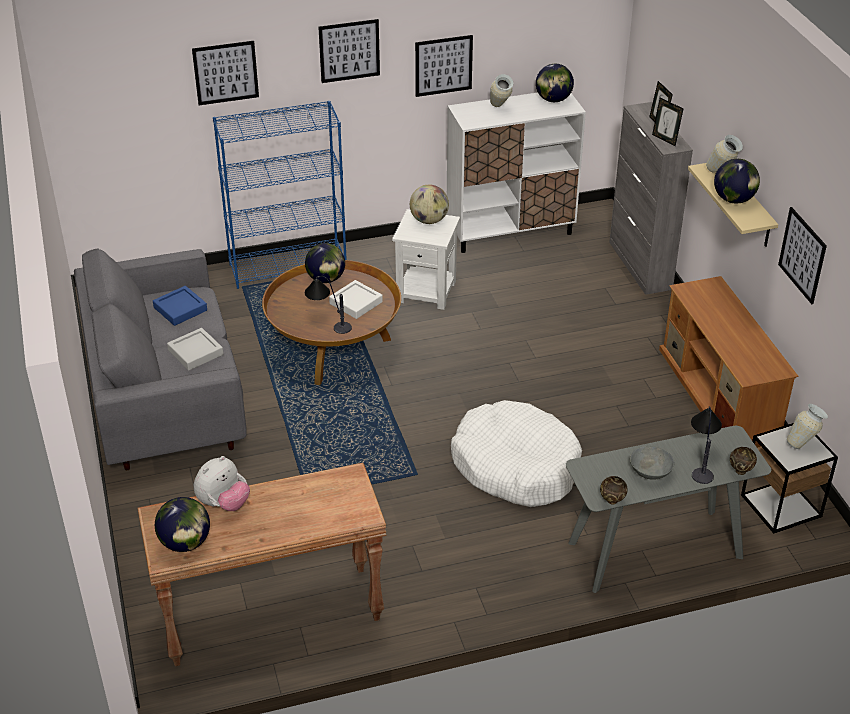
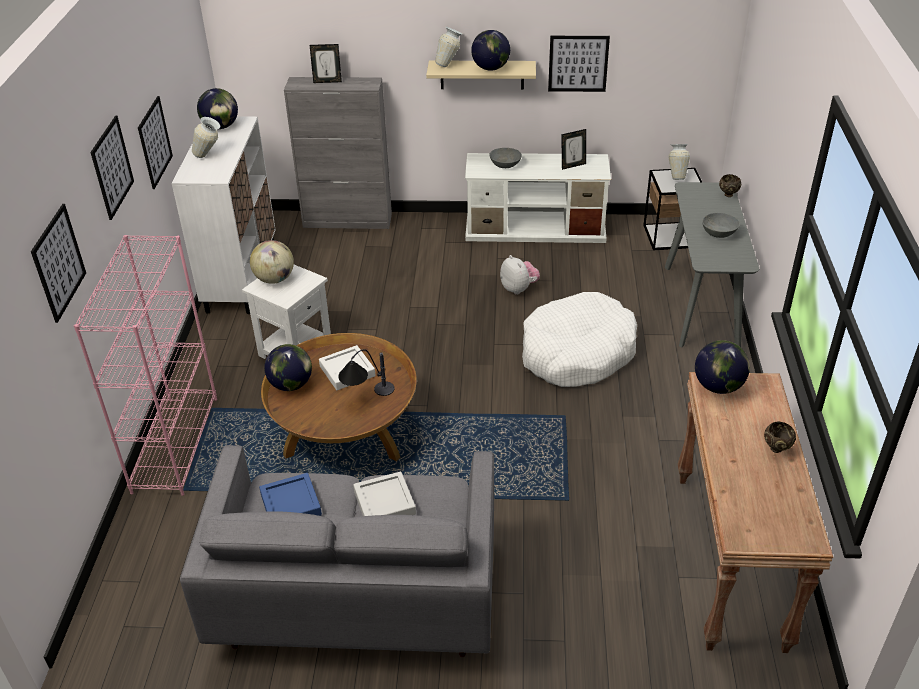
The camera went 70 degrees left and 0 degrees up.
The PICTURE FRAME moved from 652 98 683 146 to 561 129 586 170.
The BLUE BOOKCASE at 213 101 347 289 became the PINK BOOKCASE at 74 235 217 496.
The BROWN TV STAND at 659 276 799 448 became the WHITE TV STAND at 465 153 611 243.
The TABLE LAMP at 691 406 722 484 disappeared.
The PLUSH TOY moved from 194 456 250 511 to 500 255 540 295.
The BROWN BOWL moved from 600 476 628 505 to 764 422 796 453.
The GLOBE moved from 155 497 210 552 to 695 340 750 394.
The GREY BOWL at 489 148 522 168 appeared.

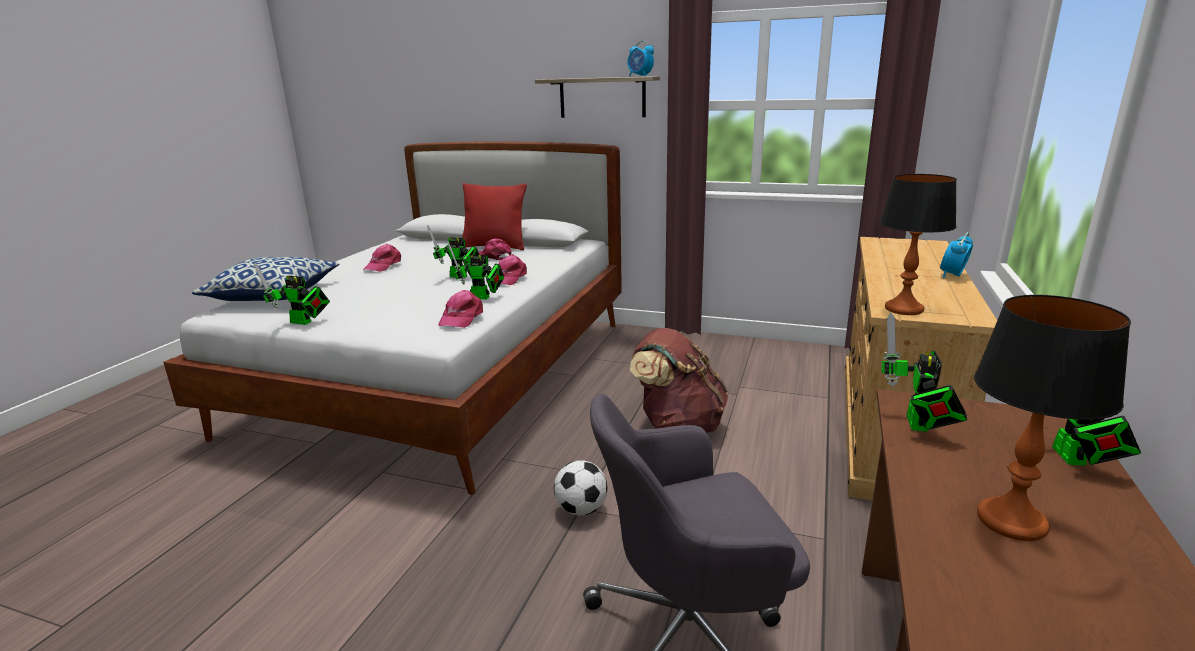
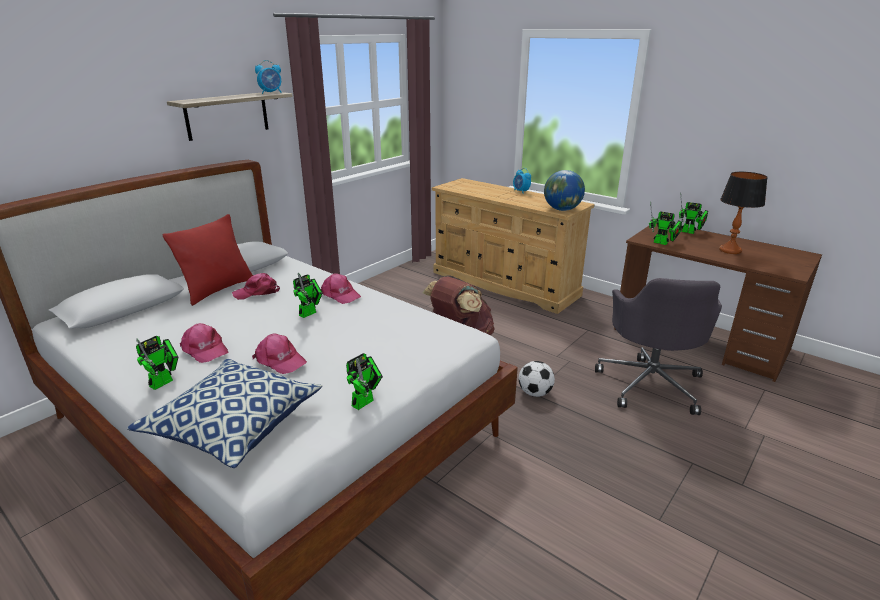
The camera went 70 degrees left and 5 degrees up.
The TABLE LAMP at 880 174 957 315 was replaced by the GLOBE at 544 170 585 211.
The TOY ROBOT moved from 448 242 504 300 to 136 336 179 390.
The PINK CAP moved from 438 290 483 328 to 252 334 307 374.

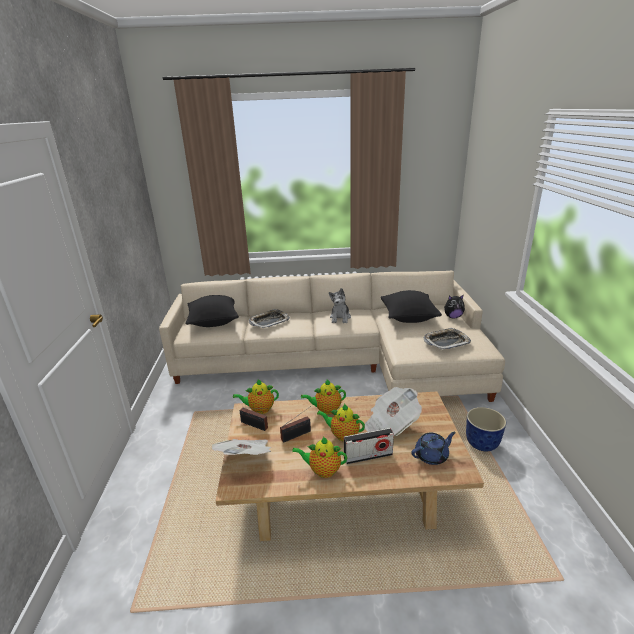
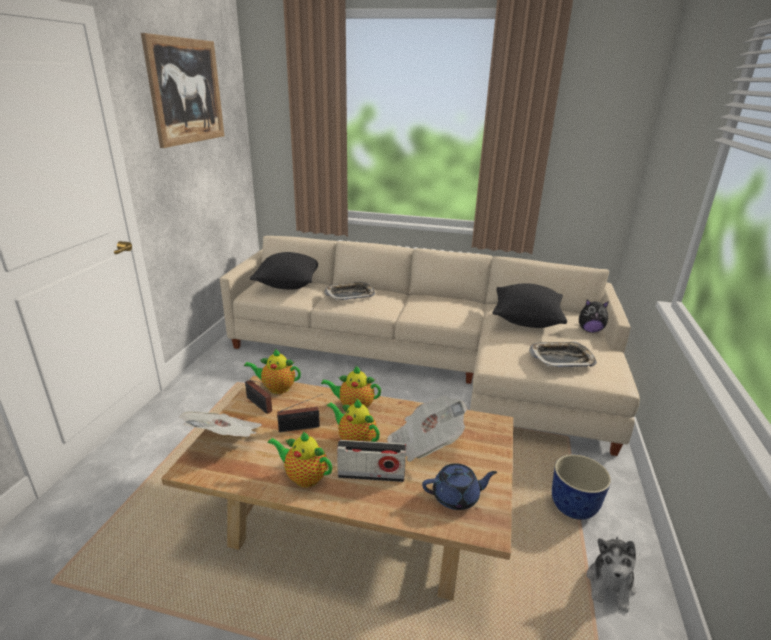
The camera went 15 degrees right and 0 degrees up.
The PLUSH TOY moved from 329 288 351 323 to 586 536 636 613.
The PICTURE at 141 33 224 148 appeared.

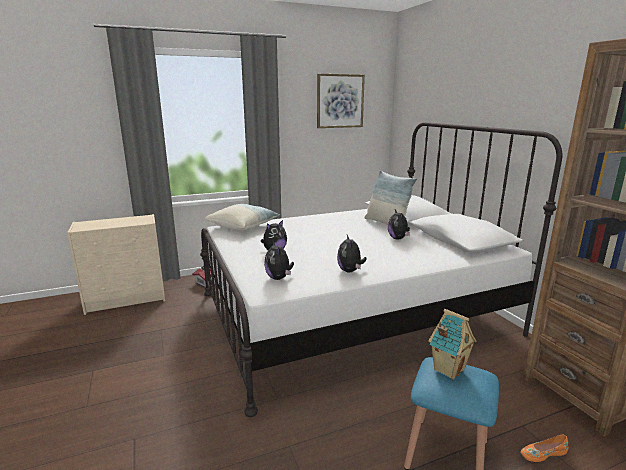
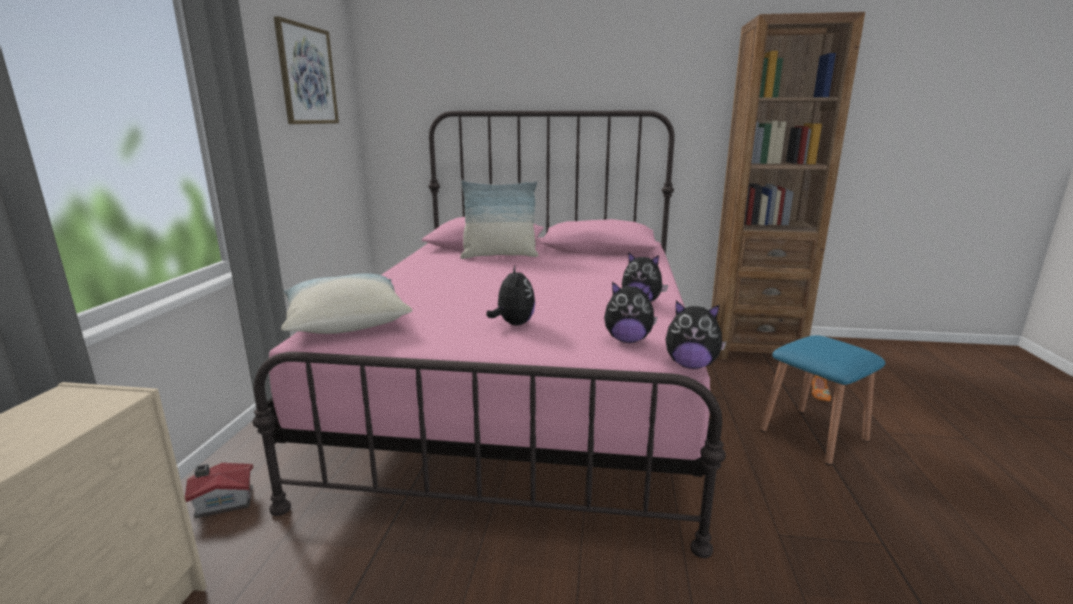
The camera went 60 degrees left and 0 degrees up.
The WHITE BED at 200 122 562 417 became the PINK BED at 252 111 726 558.
The PLUSH TOY moved from 388 209 410 240 to 665 301 727 369.
The TOY HOUSE at 428 309 477 380 disappeared.

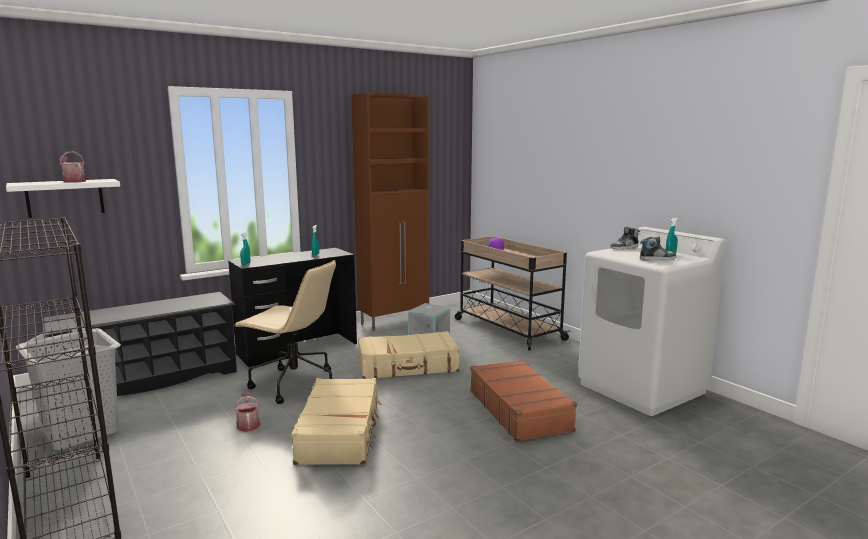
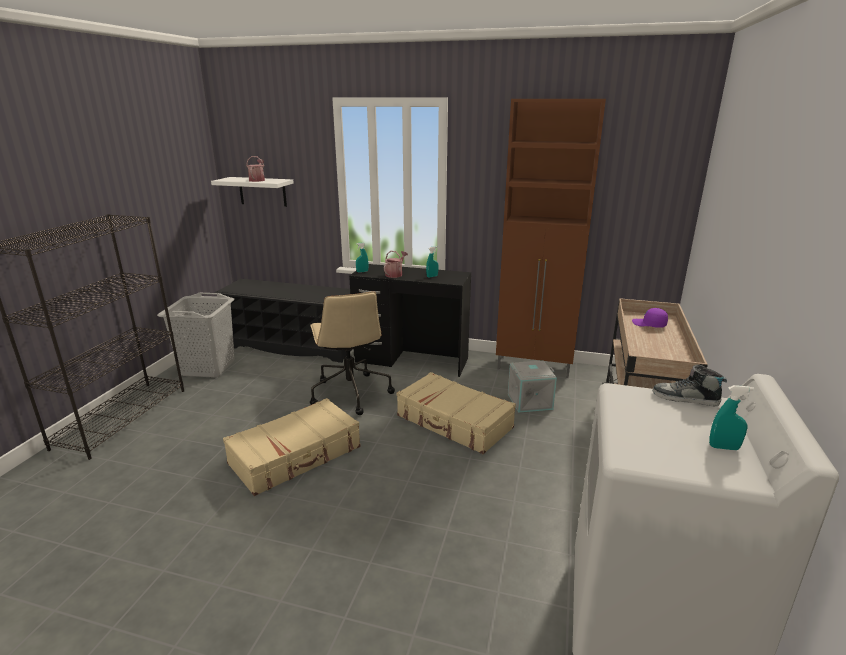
The camera went 50 degrees right and 10 degrees up.
The SHOE at 640 237 676 261 disappeared.
The BROWN SUITCASE at 470 359 577 442 disappeared.
The WATERING CAN moved from 234 392 260 432 to 384 251 408 278.

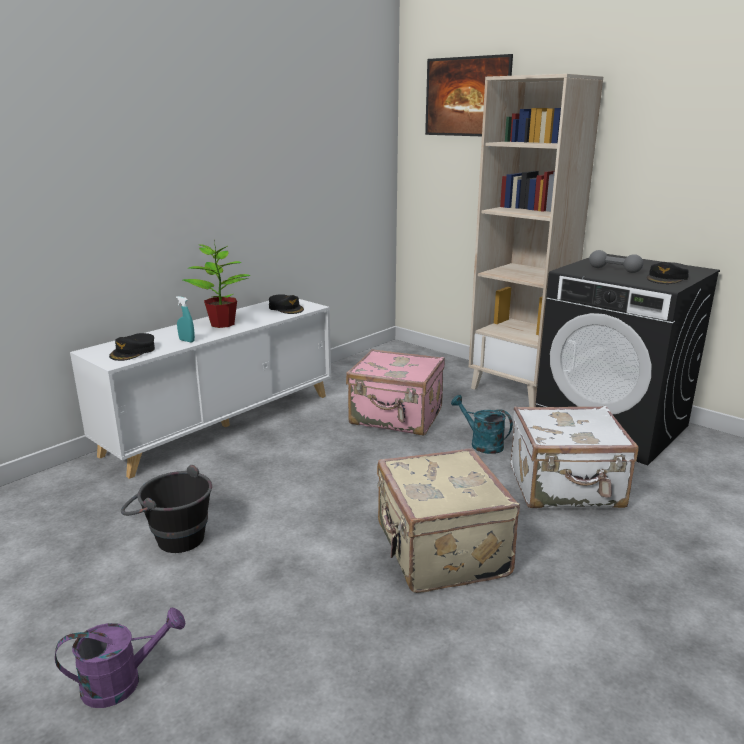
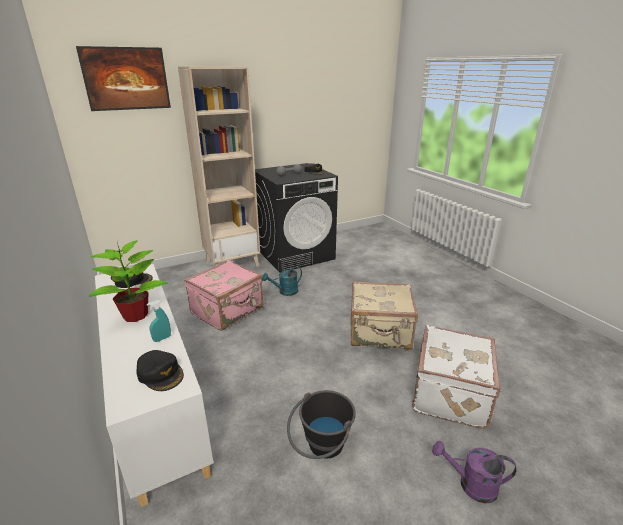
The camera went 70 degrees left and 5 degrees up.
The WHITE SUITCASE moved from 511 405 639 508 to 412 325 501 429.
The PURPLE WATERING CAN at 55 608 185 708 turned 75 degrees counterclockwise.

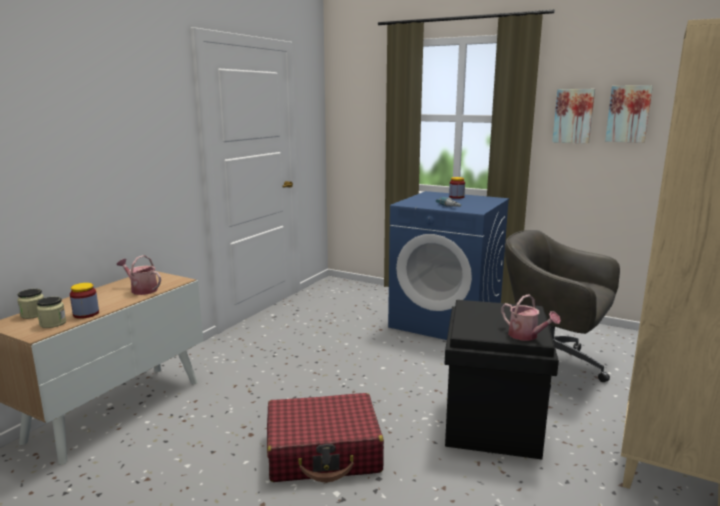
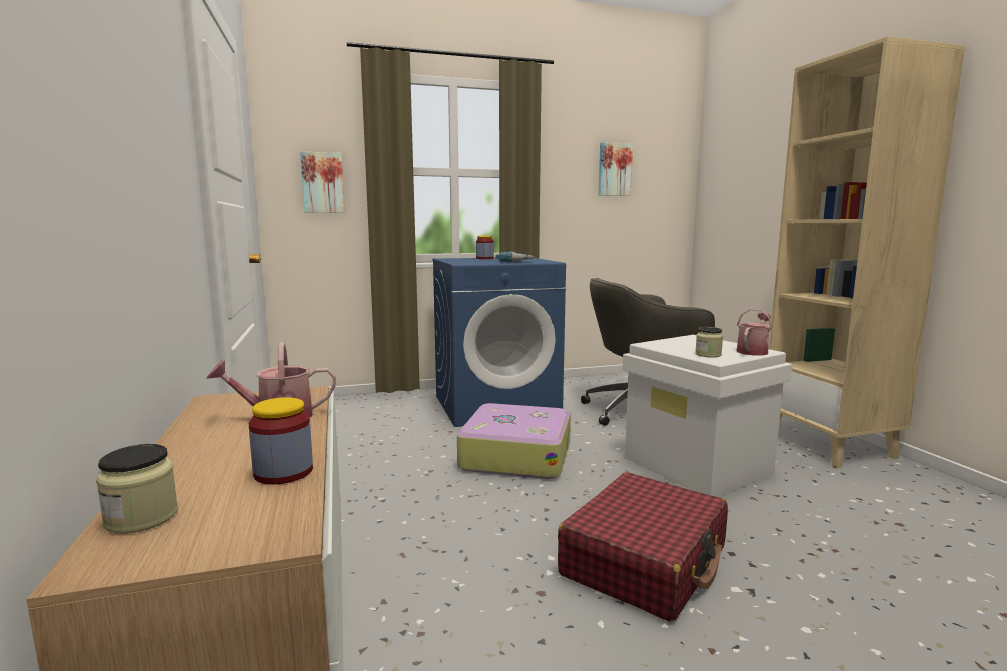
The camera went 45 degrees left and 5 degrees down.
The PICTURE moved from 552 89 595 144 to 300 151 345 213.
The WATERING CAN at 501 294 561 341 turned 60 degrees counterclockwise.
The JAR moved from 37 297 66 328 to 695 327 723 358.
The BLACK STORAGE BOX at 445 300 559 459 became the WHITE STORAGE BOX at 622 335 792 497.
The SUITCASE at 457 403 571 479 appeared.

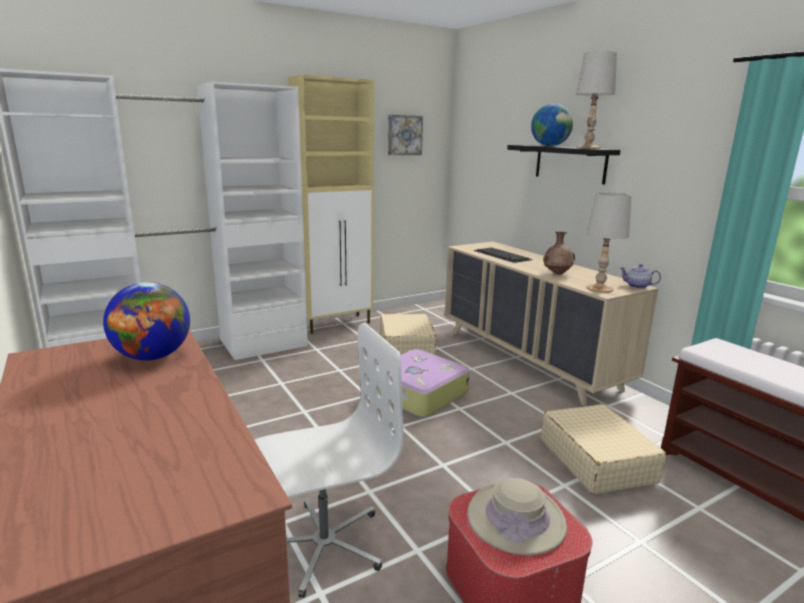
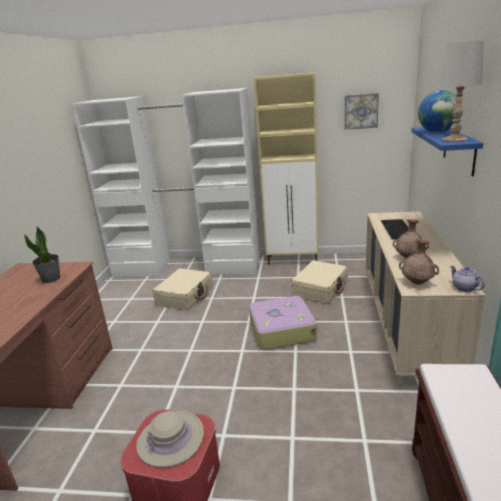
The camera went 40 degrees right and 5 degrees up.
The BLACK SHELF at 507 145 621 184 became the BLUE SHELF at 411 127 483 176.
The WHITE TABLE LAMP at 586 192 632 293 was replaced by the BROWN VASE at 399 239 439 285.
The GLOBE at 103 282 190 361 was replaced by the POTTED PLANT at 24 226 60 283.
The WHITE OFFICE CHAIR at 255 323 403 598 disappeared.
The BEIGE SUITCASE moved from 541 404 666 494 to 153 268 213 311.

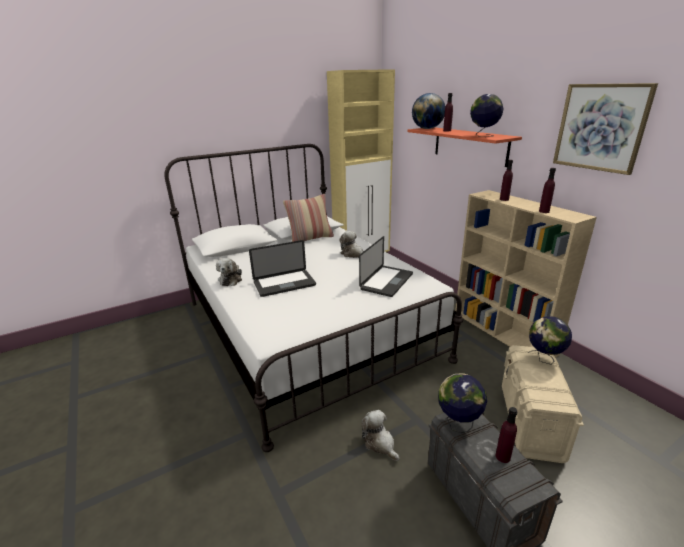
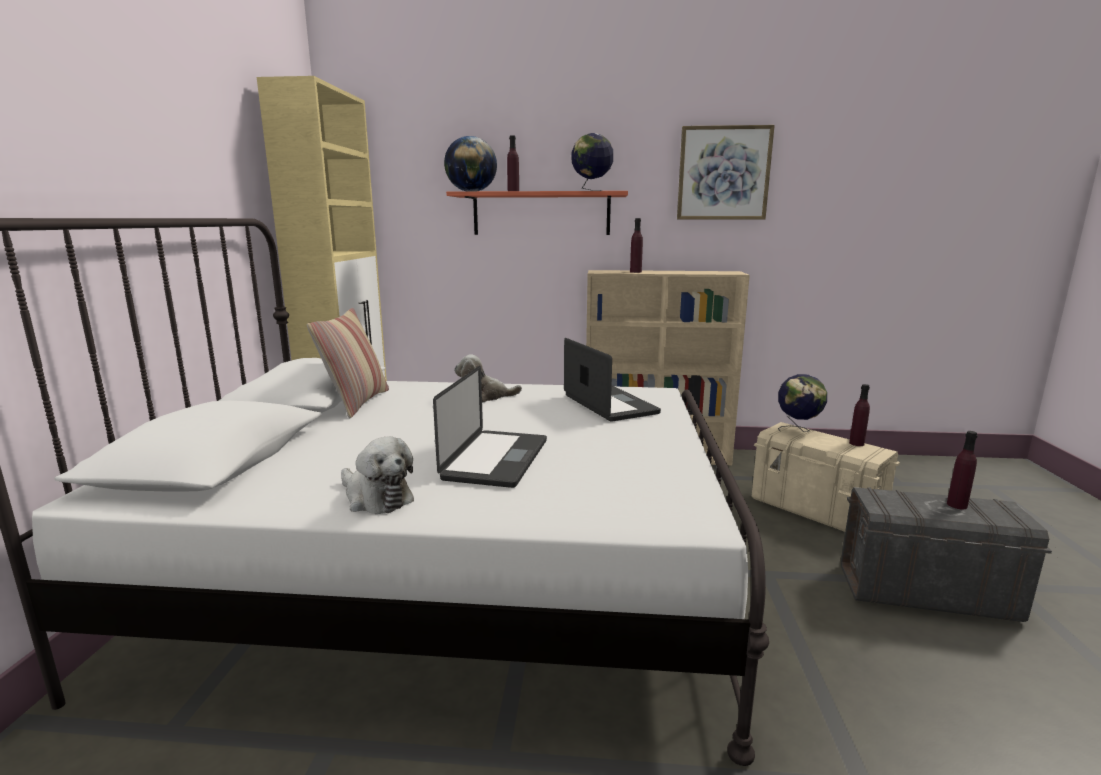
The camera went 55 degrees left and 10 degrees down.
The PURPLE BOTTLE moved from 539 168 556 213 to 849 384 870 446.
The GLOBE at 438 373 487 433 disappeared.
The PLUSH TOY at 361 410 400 461 disappeared.

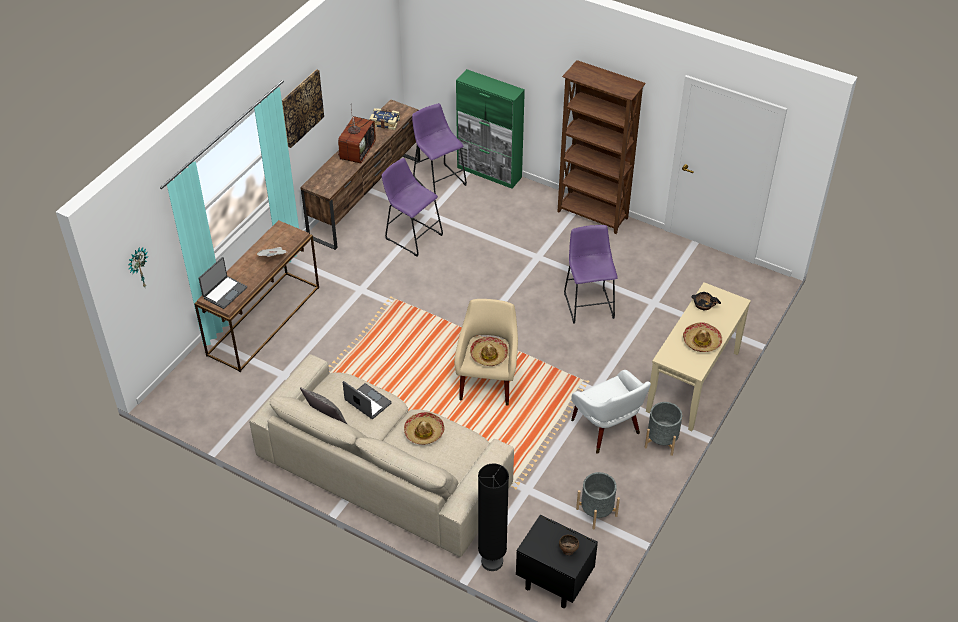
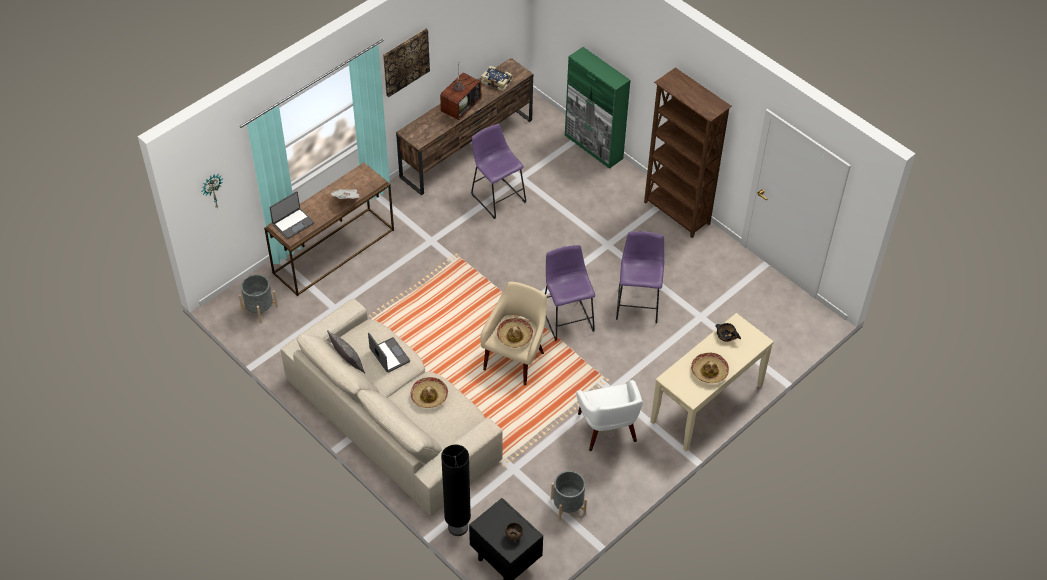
The camera went 15 degrees right and 5 degrees up.
The PURPLE STOOL moved from 412 103 467 194 to 545 245 595 341.
The GREY PLANTER moved from 645 402 682 456 to 239 274 278 323.

